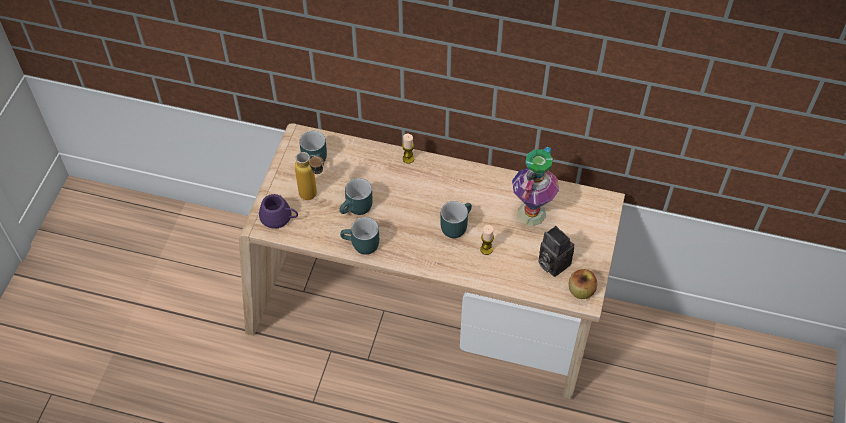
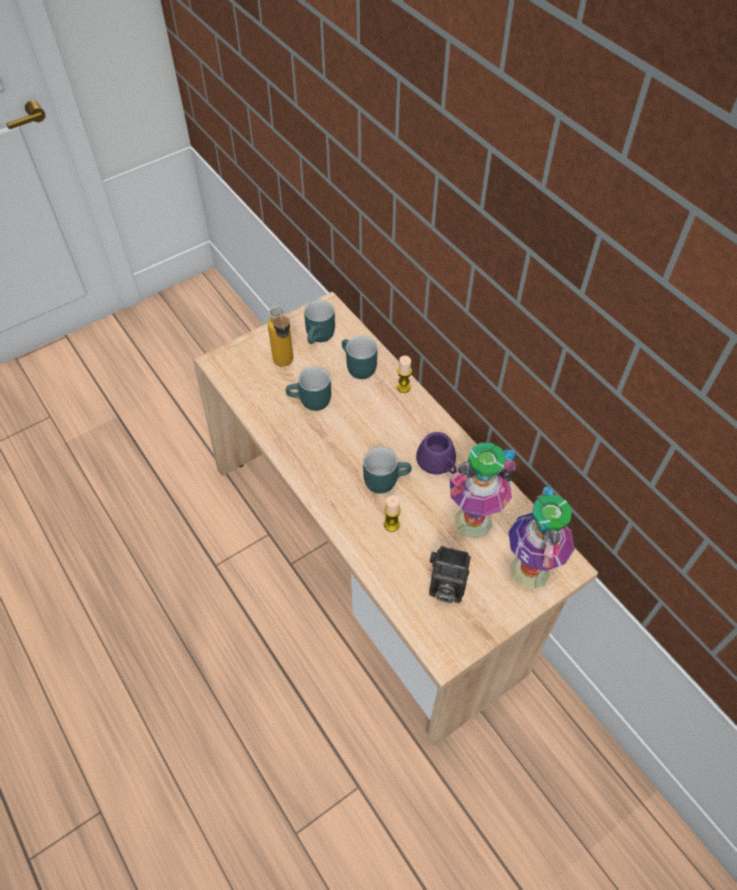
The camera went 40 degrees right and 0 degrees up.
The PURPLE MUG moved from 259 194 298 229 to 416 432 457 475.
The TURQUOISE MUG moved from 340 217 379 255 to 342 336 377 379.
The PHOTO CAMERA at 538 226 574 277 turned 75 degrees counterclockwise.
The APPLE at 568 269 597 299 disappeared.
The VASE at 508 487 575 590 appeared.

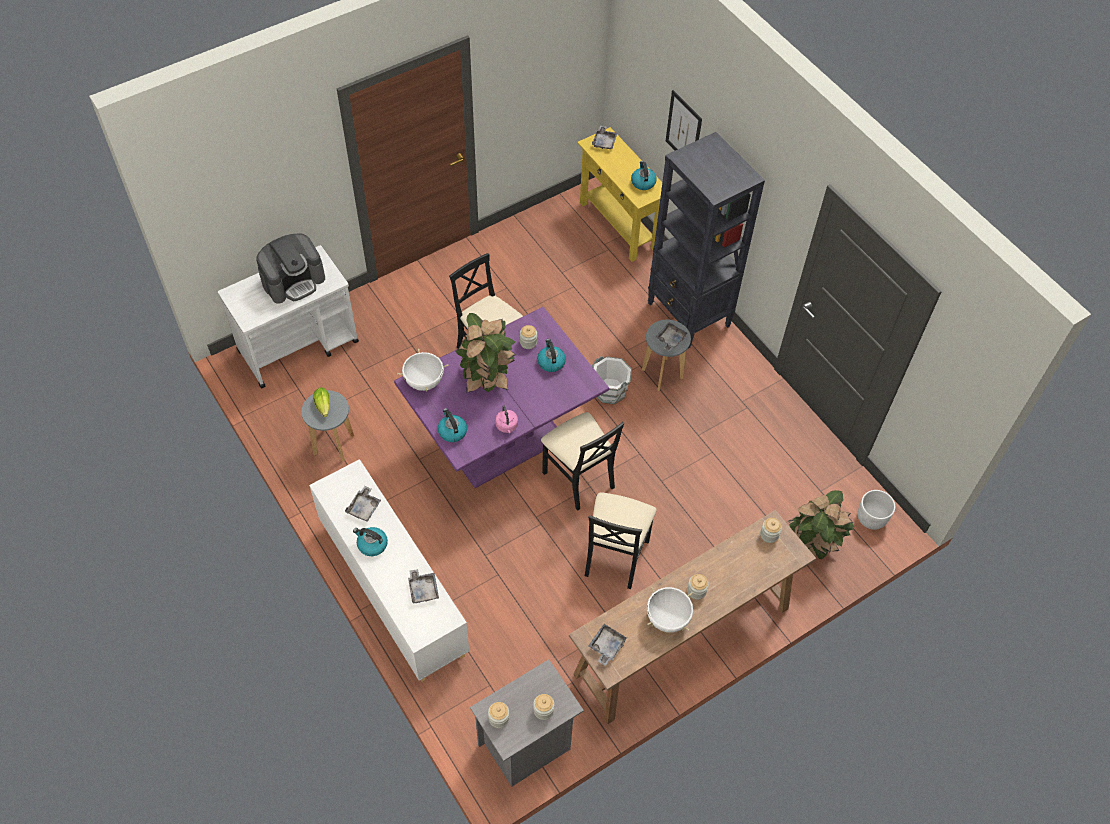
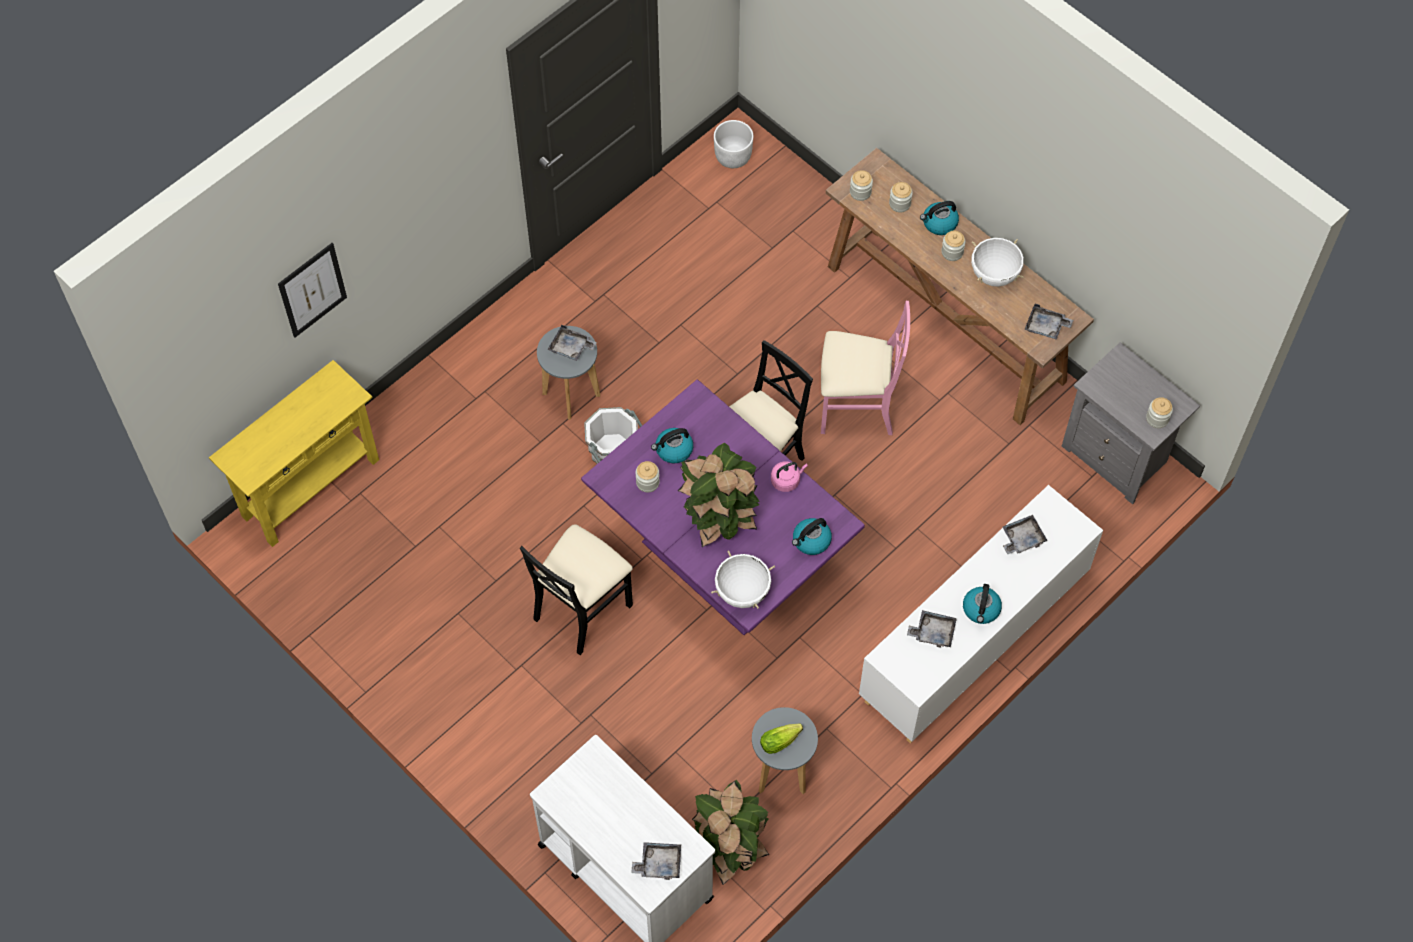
The camera went 100 degrees left and 5 degrees up.
The GREY TRAY moved from 592 126 617 149 to 631 842 681 880.
The BLACK BOOKCASE at 648 132 765 348 disappeared.
The KETTLE moved from 631 161 657 190 to 920 201 959 235.
The COFFEE MACHINE at 256 233 325 304 disappeared.
The POTTED PLANT moved from 789 490 854 559 to 692 780 769 885.
The BLACK CHAIR at 585 492 657 589 became the PINK CHAIR at 821 301 910 435.
The JAR moved from 533 694 554 720 to 889 182 913 213.

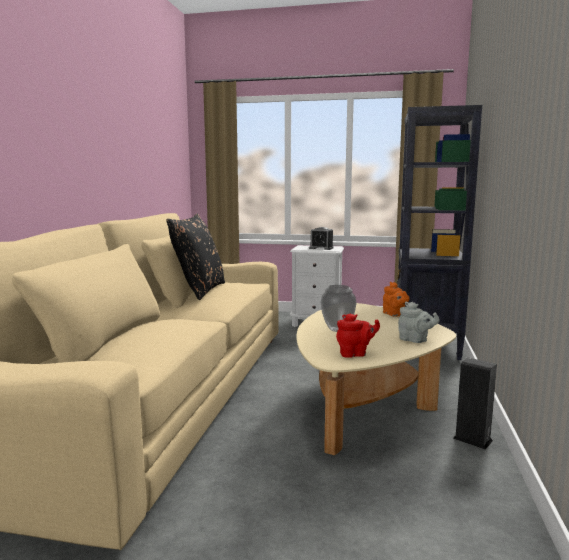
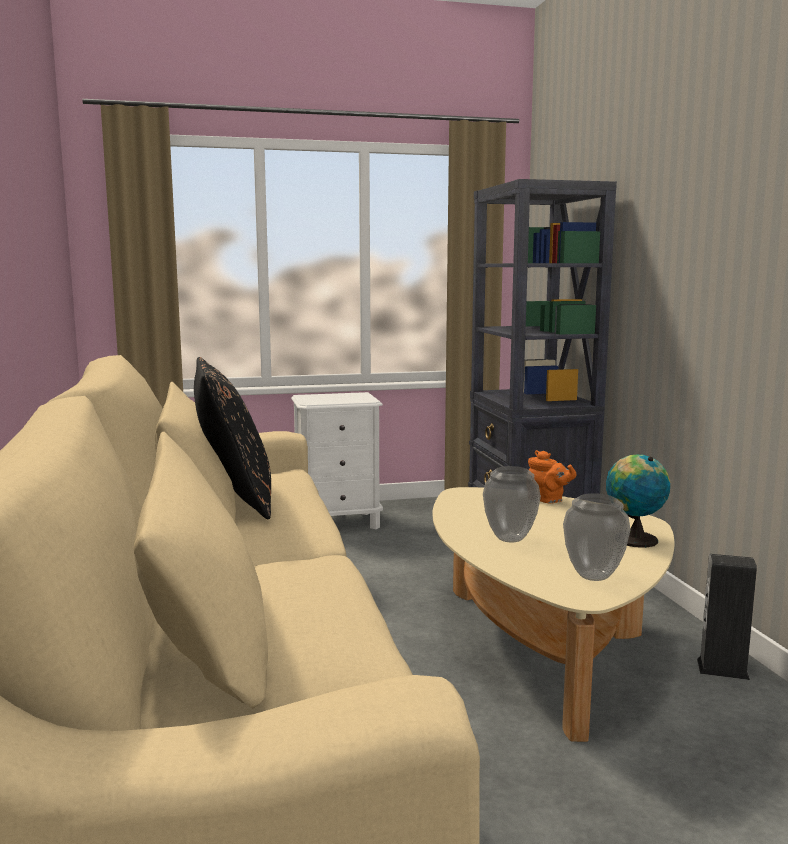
The camera went 25 degrees left and 0 degrees up.
The ALARM CLOCK at 309 227 334 250 disappeared.
The GREY TEAPOT at 398 302 440 343 was replaced by the GLOBE at 606 455 670 548.
The RED TEAPOT at 336 313 380 358 was replaced by the VASE at 563 493 631 581.

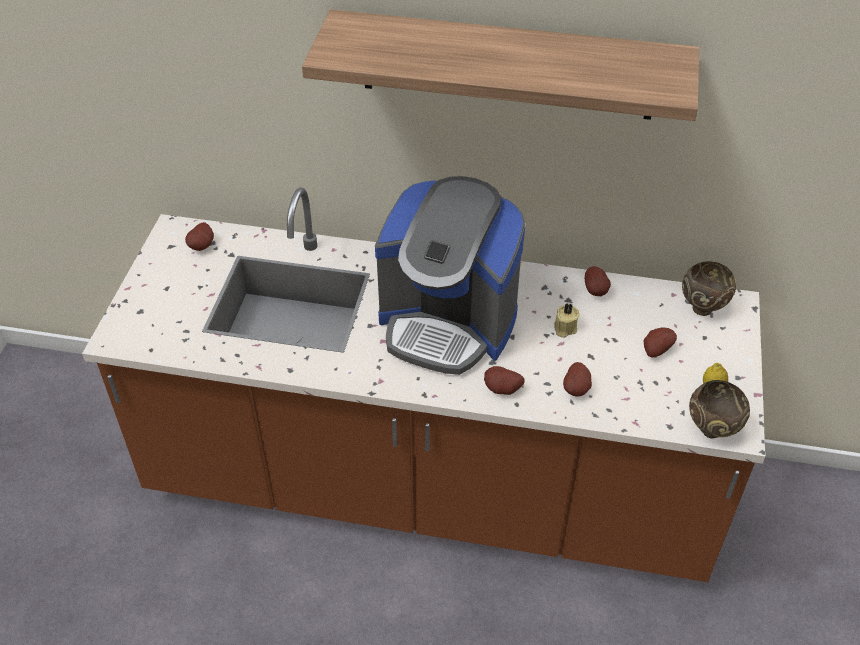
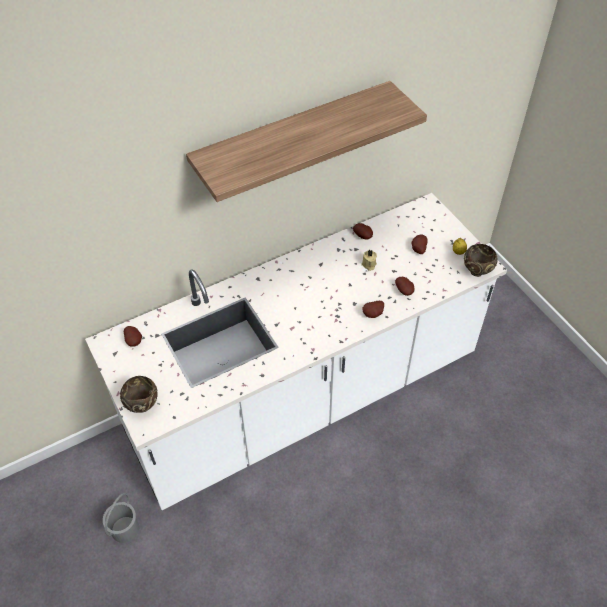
The camera went 40 degrees left and 5 degrees up.
The COFFEE MACHINE at 375 176 525 375 disappeared.
The BROWN COUNTER at 82 187 765 582 became the WHITE COUNTER at 85 193 507 510.
The BROWN BOWL moved from 682 261 736 316 to 120 376 158 413.
The GREY BUCKET at 103 493 139 543 appeared.

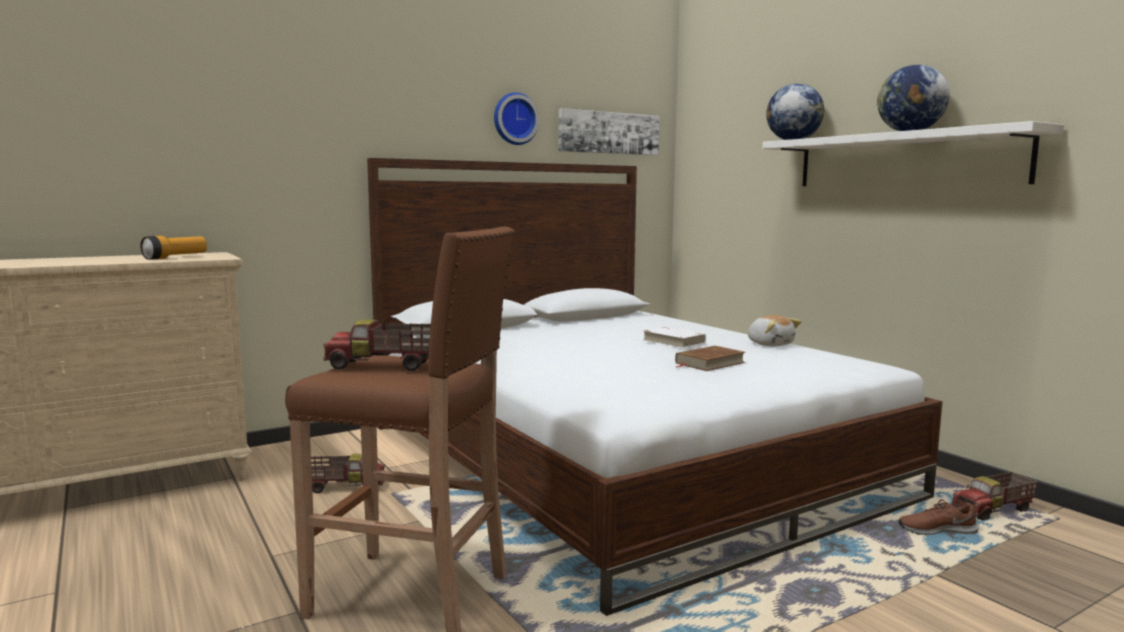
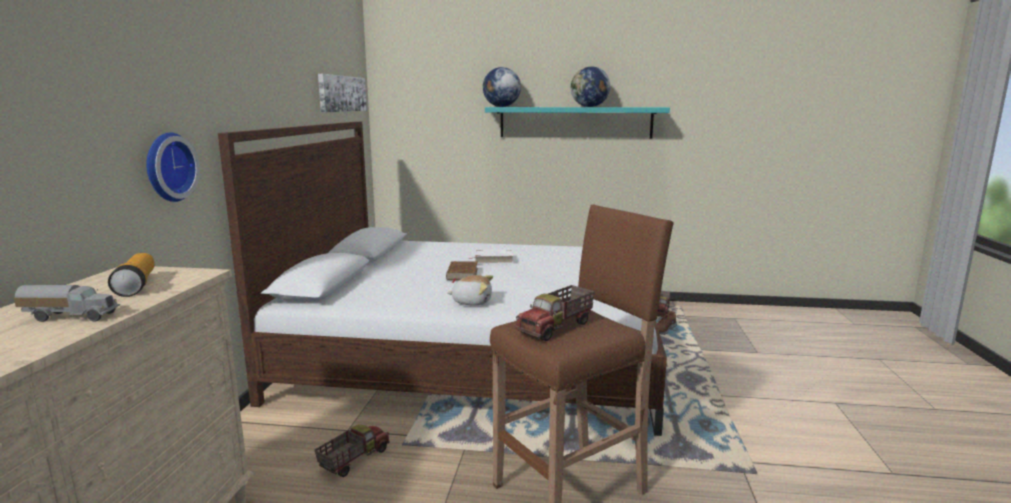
The camera went 50 degrees left and 5 degrees up.
The WALL CLOCK moved from 494 92 539 145 to 146 133 200 202.
The WHITE SHELF at 762 121 1064 186 became the TURQUOISE SHELF at 485 107 670 138.
The PLUSH TOY moved from 748 315 801 346 to 447 275 493 306.
The BROWN BOOK moved from 675 346 745 371 to 446 261 478 283.
The TOY TRUCK at 14 285 120 322 appeared.

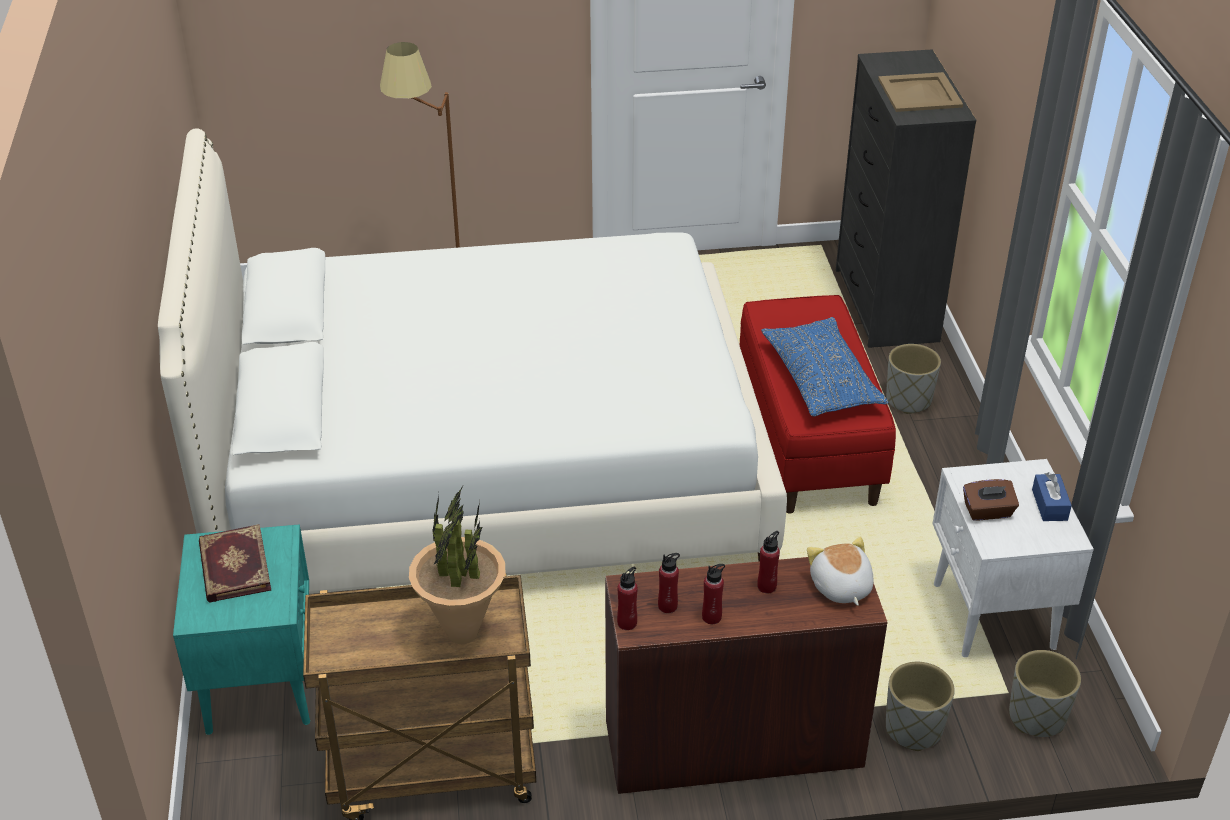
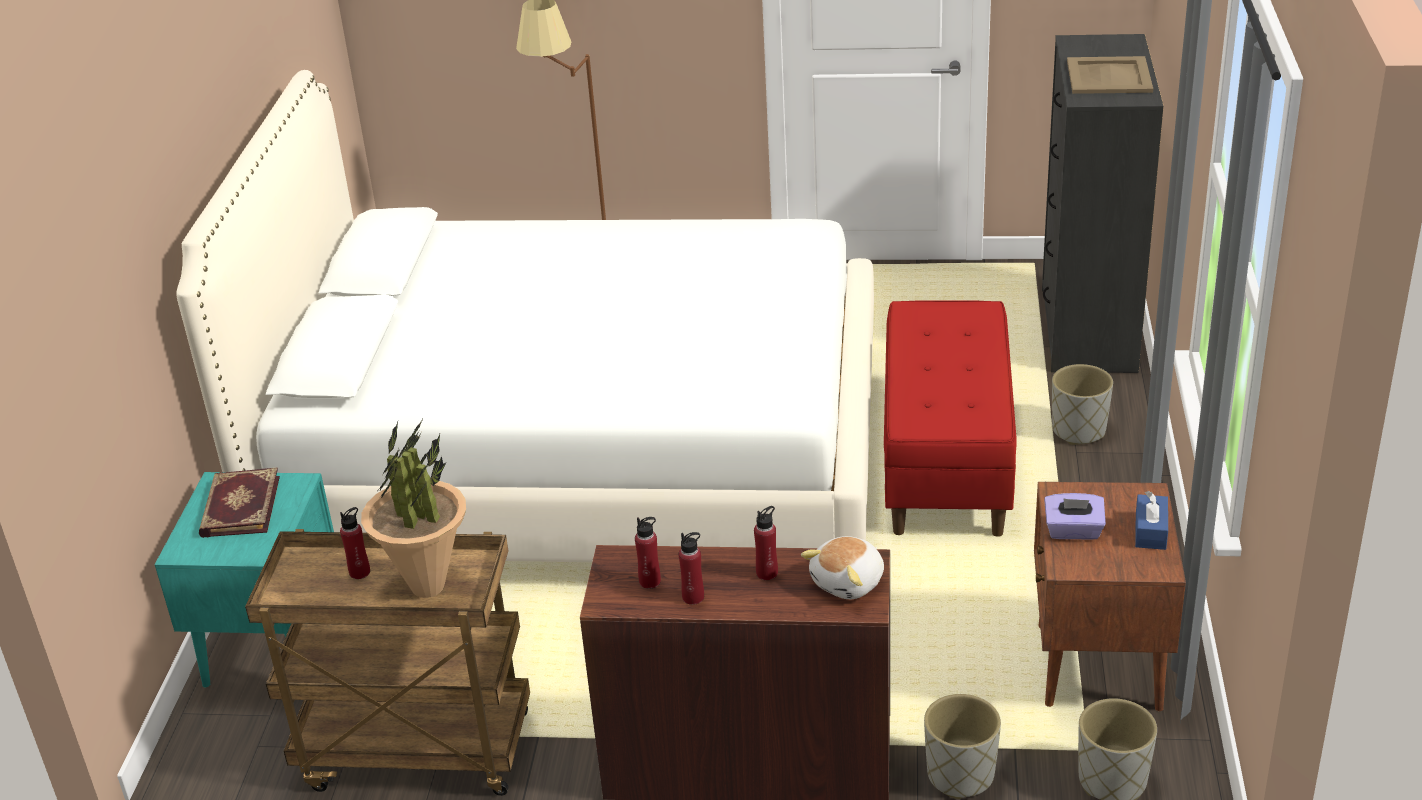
The camera went 15 degrees right and 5 degrees down.
The BLUE PILLOW at 761 317 888 416 disappeared.
The WHITE NIGHTSTAND at 933 459 1094 657 became the BROWN NIGHTSTAND at 1034 482 1186 711.
The BROWN TISSUE BOX at 963 479 1019 520 became the PURPLE TISSUE BOX at 1044 493 1106 540.
The PLUSH TOY at 807 537 874 606 turned 135 degrees counterclockwise.
The RED BOTTLE moved from 617 567 638 630 to 340 507 370 579.

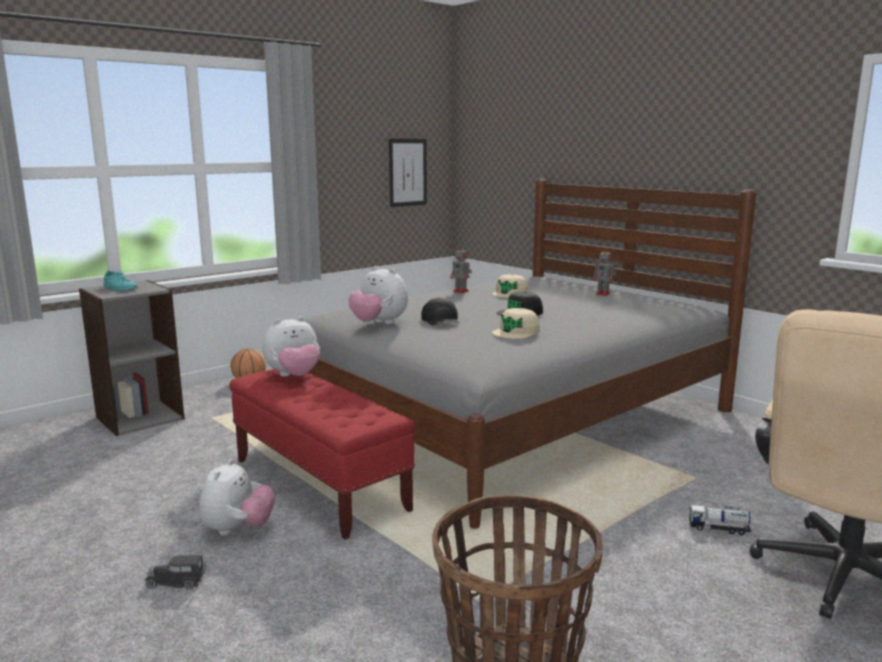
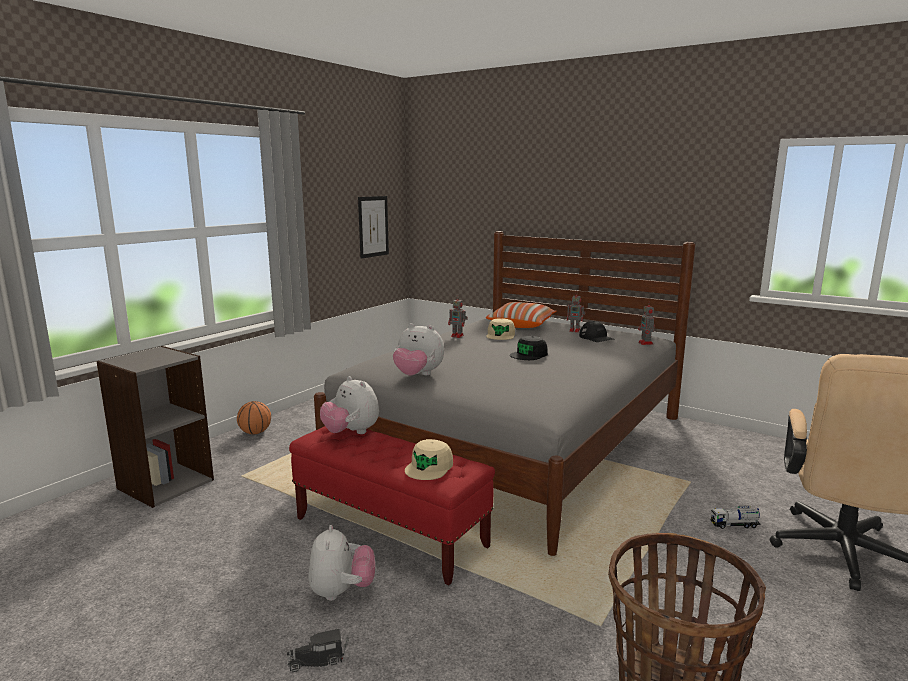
The camera went 15 degrees left and 0 degrees up.
The TURQUOISE SHOE at 104 270 138 291 disappeared.
The BLACK CAP moved from 421 298 460 325 to 579 321 613 342.
The BEIGE CAP moved from 492 308 540 339 to 405 439 453 480.
The PLUSH TOY at 262 316 320 377 turned 90 degrees clockwise.
The TOY ROBOT at 638 301 655 345 appeared.
The PILLOW at 486 302 556 328 appeared.

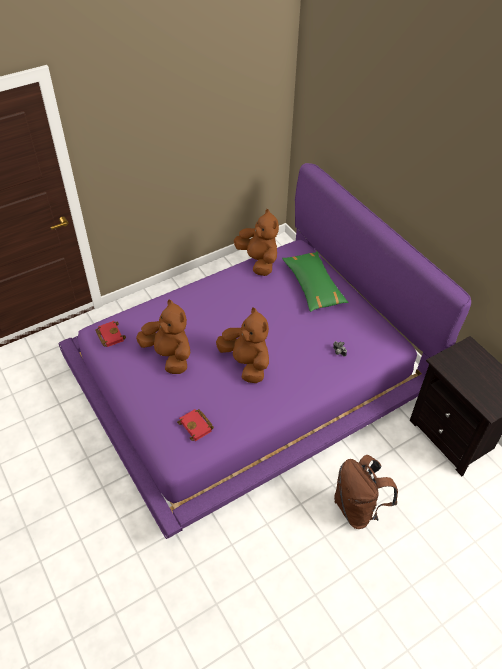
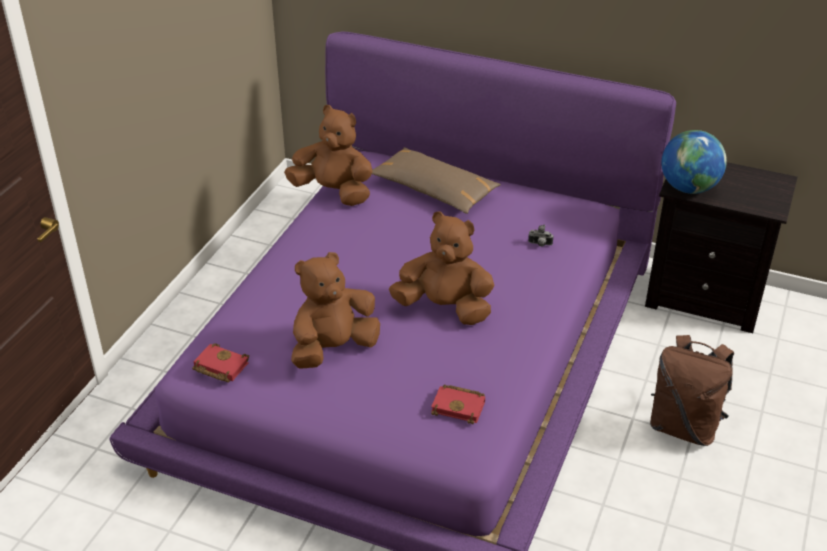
The camera went 35 degrees left and 10 degrees down.
The GREEN PILLOW at 282 251 348 312 became the BROWN PILLOW at 372 147 501 214.
The BROWN PLUSH TOY at 136 299 190 374 turned 45 degrees counterclockwise.
The GLOBE at 661 130 727 194 appeared.

